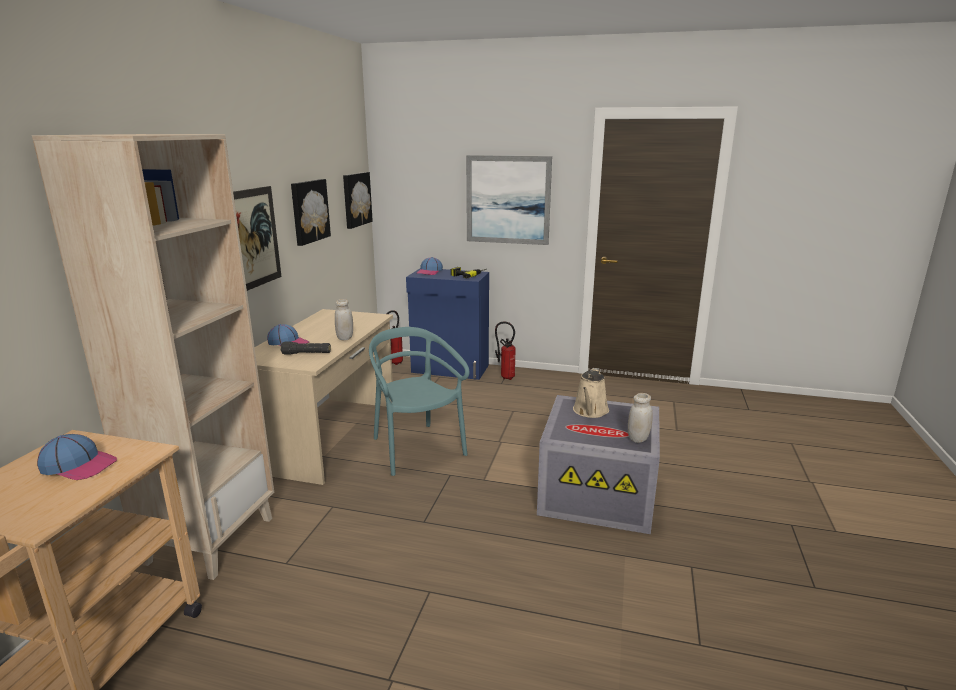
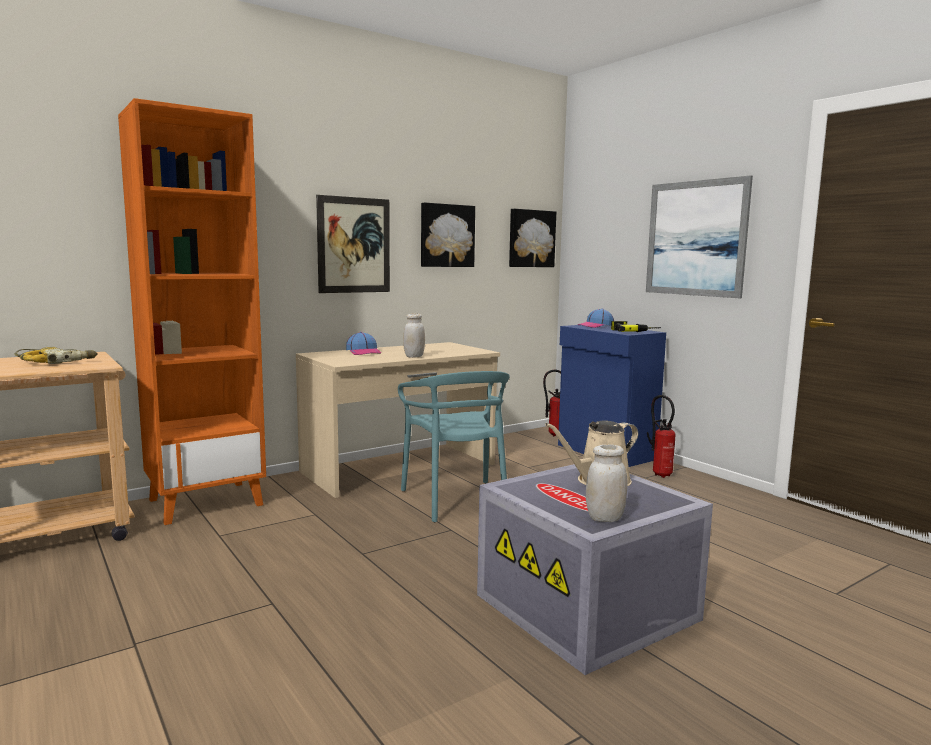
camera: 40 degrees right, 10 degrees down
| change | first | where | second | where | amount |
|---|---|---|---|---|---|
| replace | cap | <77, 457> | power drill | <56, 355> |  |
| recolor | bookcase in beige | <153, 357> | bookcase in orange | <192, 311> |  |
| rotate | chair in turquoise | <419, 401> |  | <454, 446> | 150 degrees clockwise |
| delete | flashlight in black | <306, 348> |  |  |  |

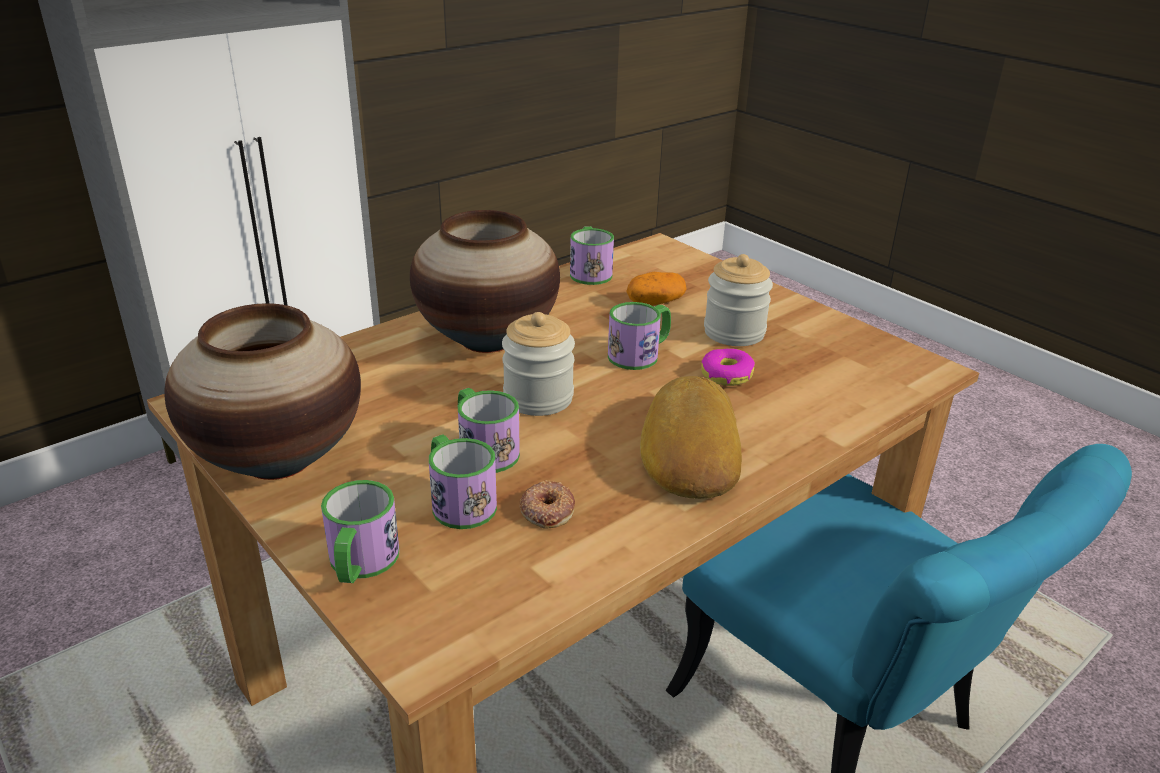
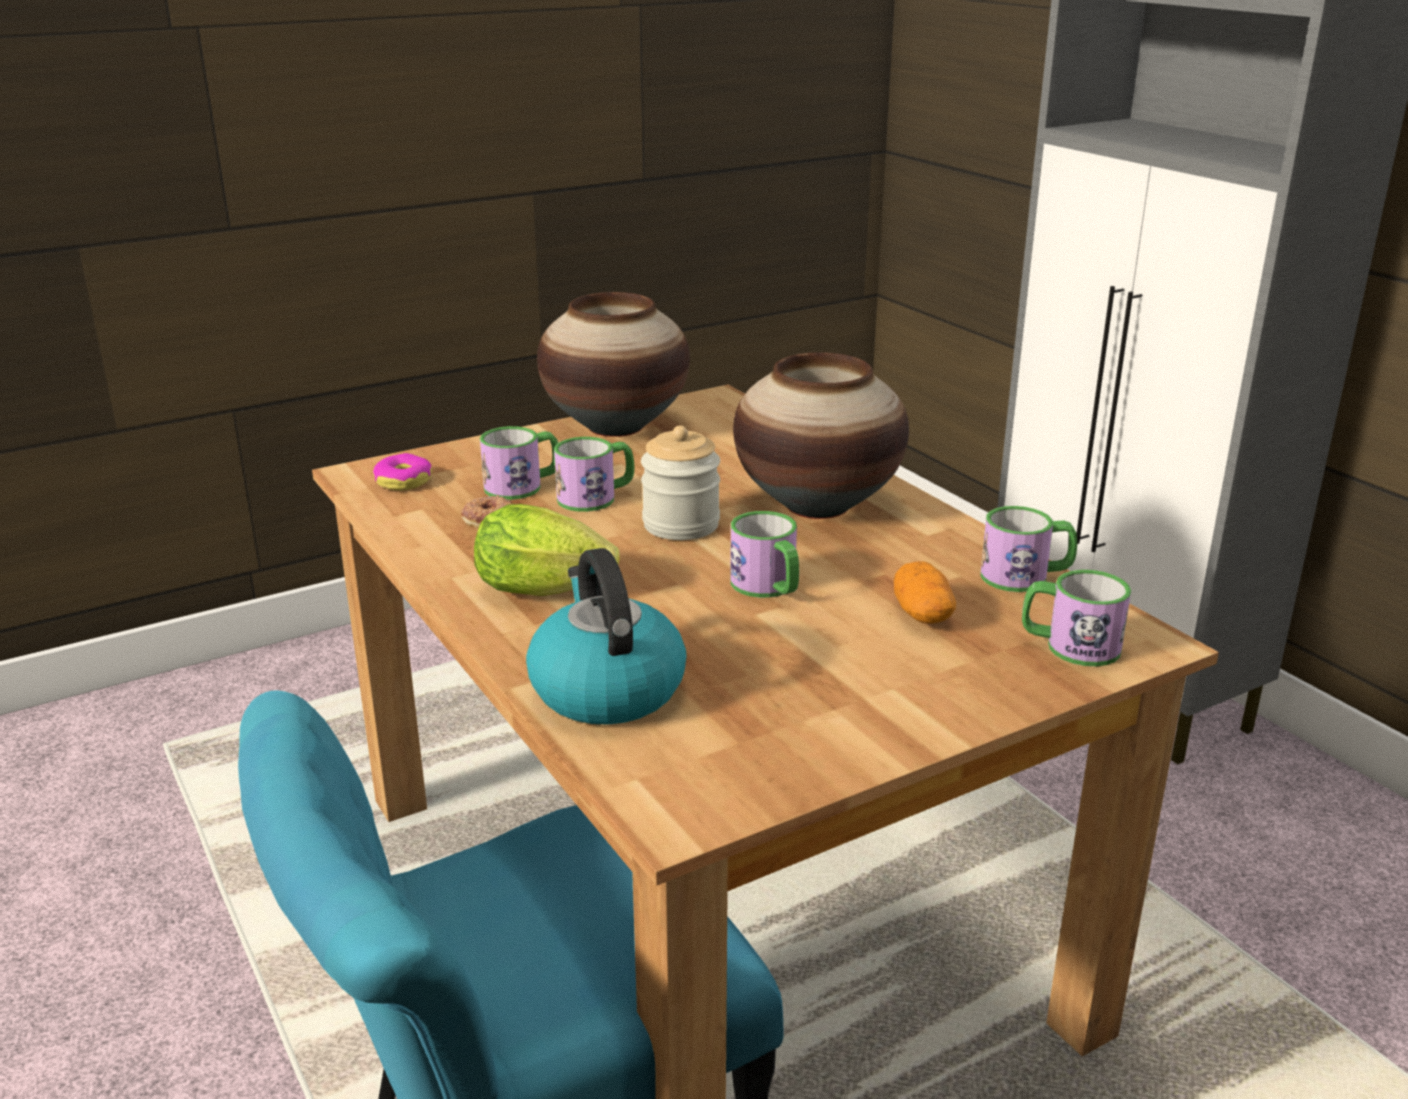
camera: 100 degrees right, 5 degrees down
| change | first | where | second | where | amount |
|---|---|---|---|---|---|
| move | donut | <728, 367> |  | <402, 471> |  |
| replace | bread | <691, 437> | lettuce | <547, 550> |  |
| insert |  |  | kettle | <606, 636> |  |
| move | mug | <360, 531> |  | <1076, 618> |  |
| delete | jar | <738, 300> |  |  |  |

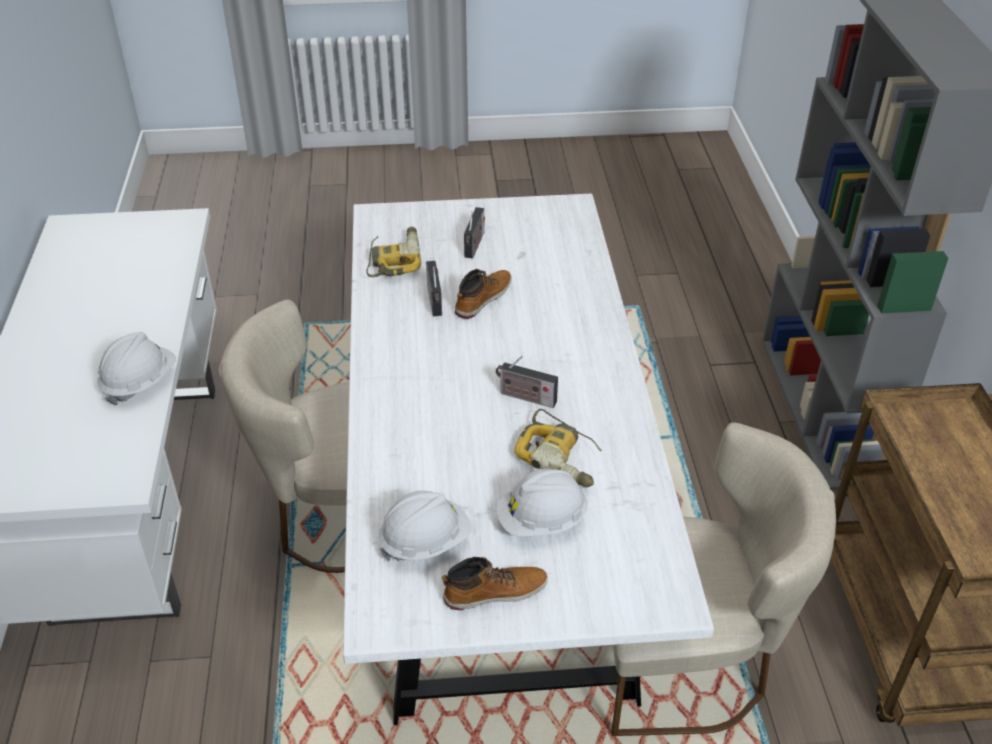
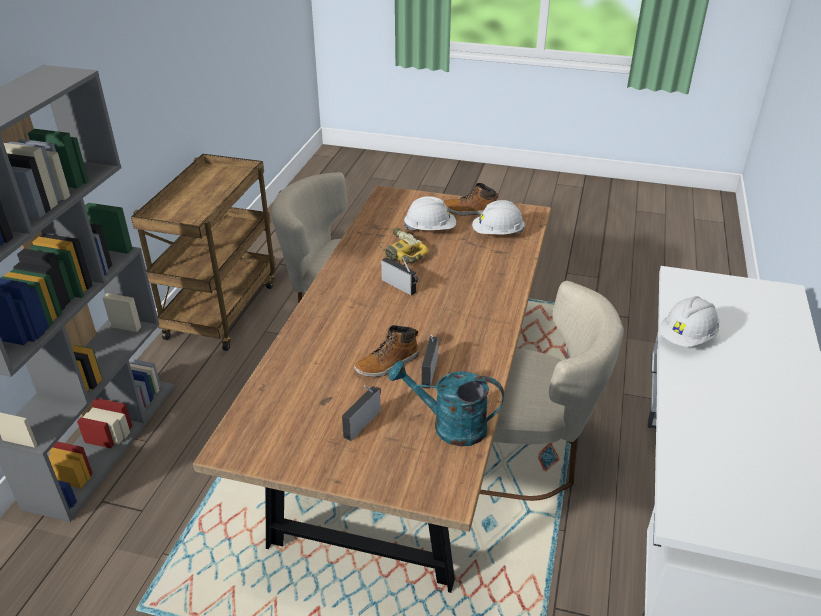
camera: 160 degrees left, 5 degrees down
| change | first | where | second | where | amount |
|---|---|---|---|---|---|
| recolor | dining table in white | <528, 459> | dining table in brown | <372, 389> |  |
| replace | power drill | <393, 252> | watering can in turquoise | <446, 403> |  |

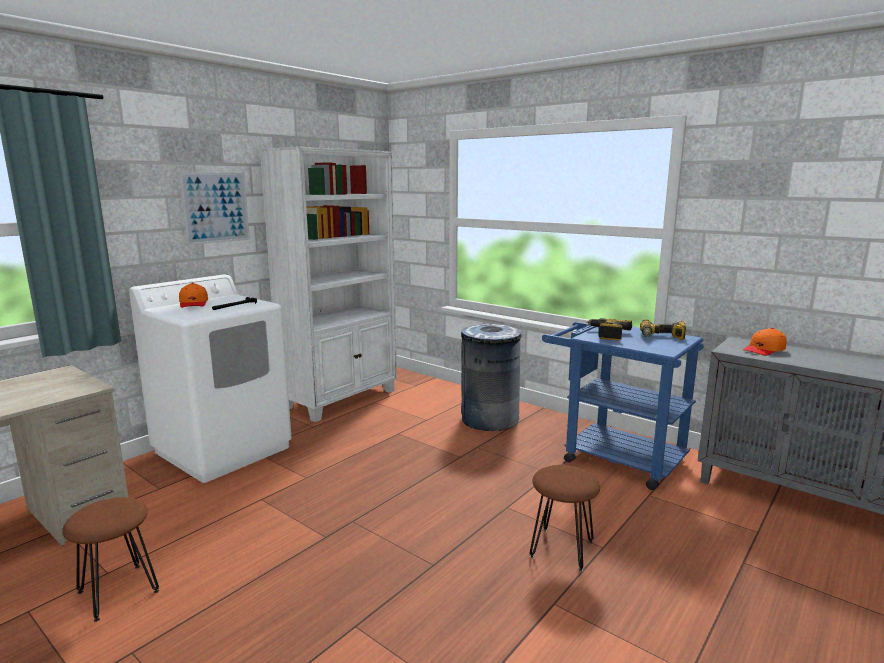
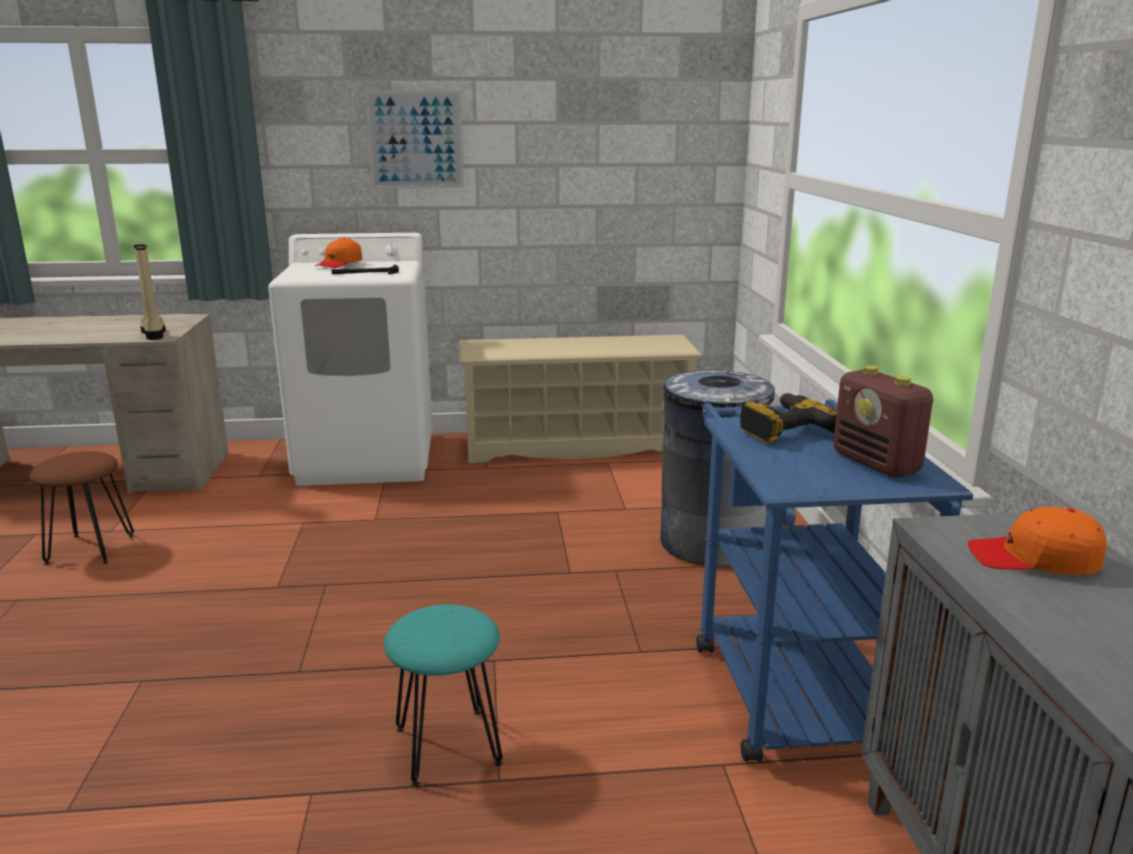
camera: 45 degrees right, 5 degrees up
| change | first | where | second | where | amount |
|---|---|---|---|---|---|
| insert |  |  | boot in beige | <150, 292> |  |
| recolor | stool in brown | <565, 518> | stool in turquoise | <443, 695> |  |
| replace | bookcase in white | <328, 284> | shoe rack in beige | <580, 399> |  |
| replace | power drill | <663, 329> | radio | <883, 421> |  |

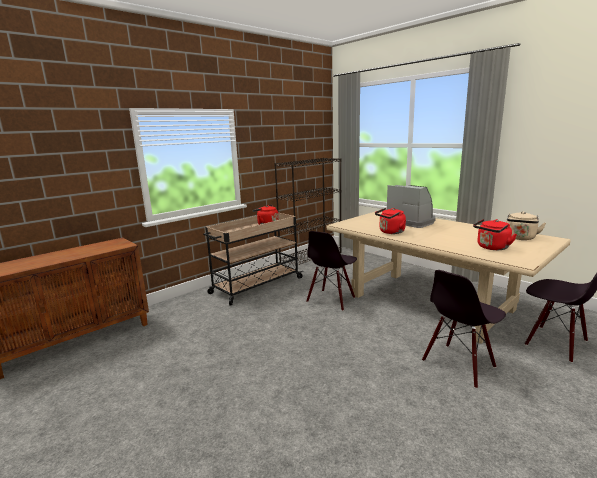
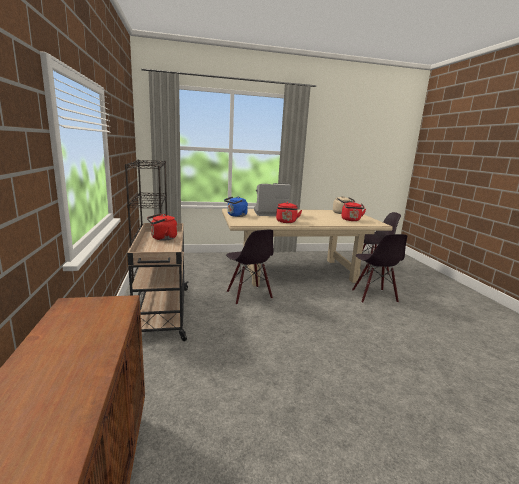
camera: 60 degrees left, 0 degrees up
| change | first | where | second | where | amount |
|---|---|---|---|---|---|
| insert |  |  | kettle in blue | <236, 206> |  |

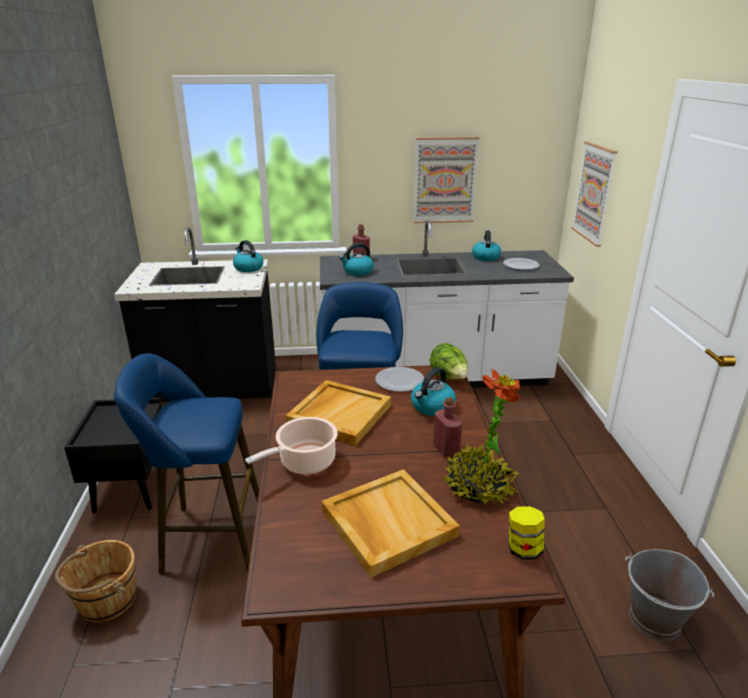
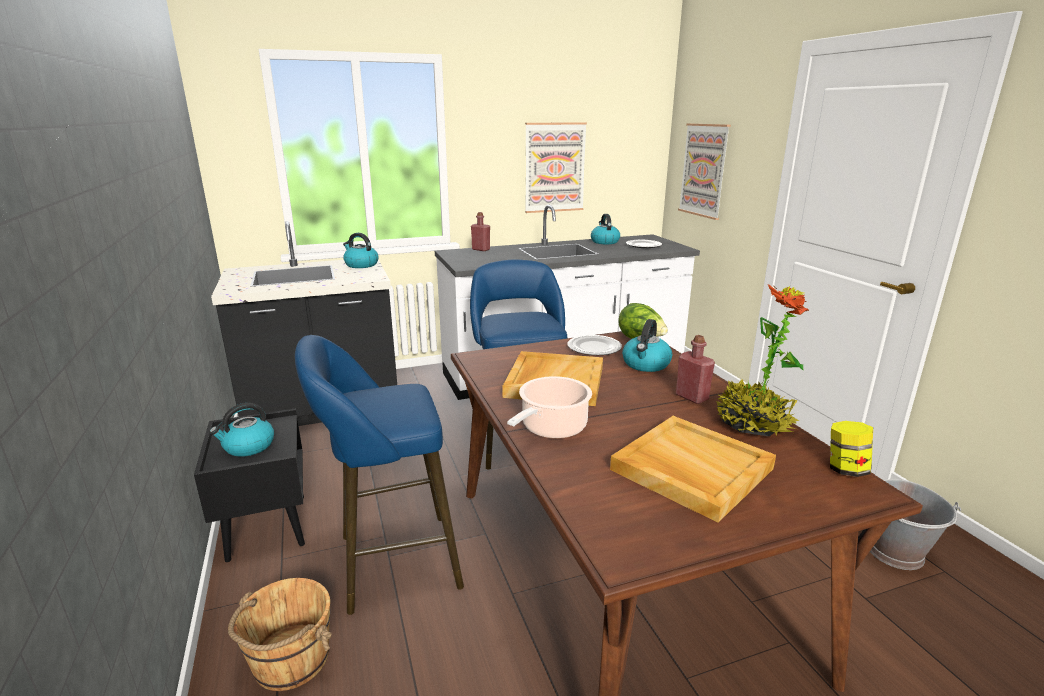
camera: 15 degrees left, 5 degrees down
| change | first | where | second | where | amount |
|---|---|---|---|---|---|
| move | kettle | <356, 259> |  | <242, 430> |  |

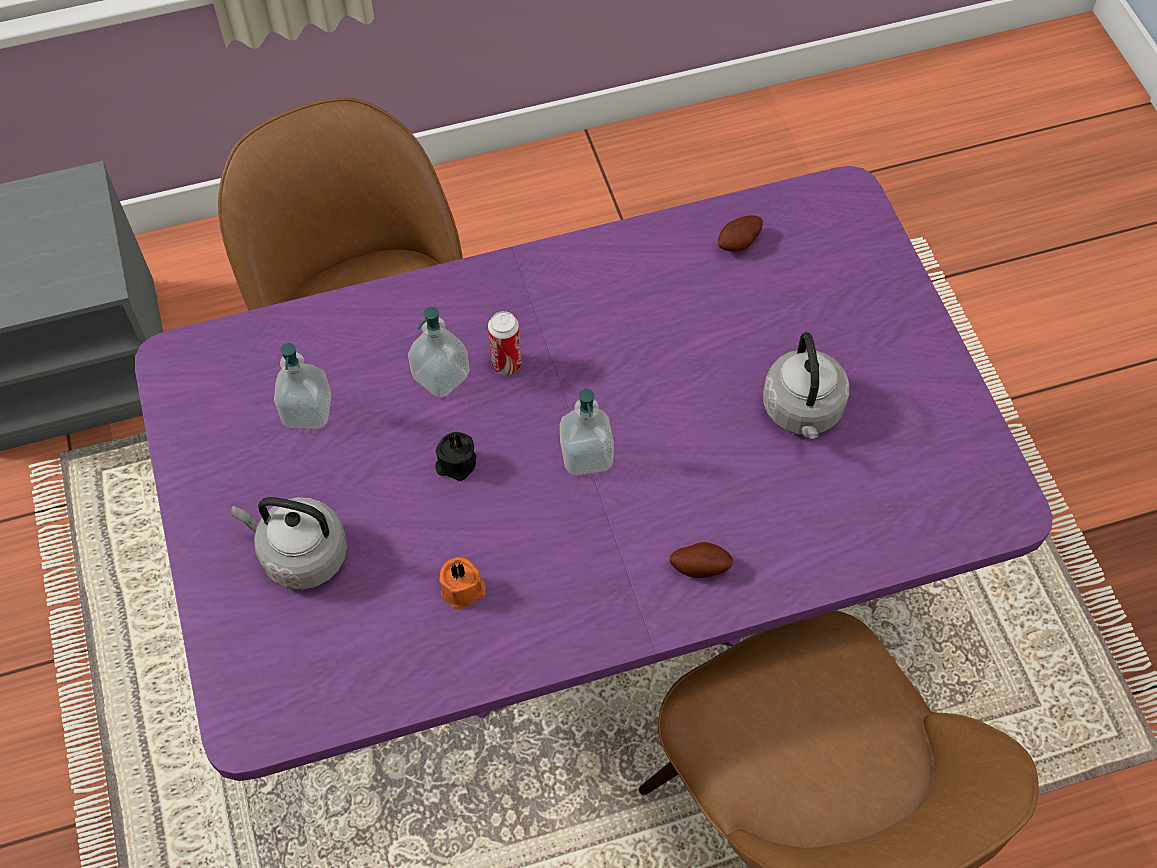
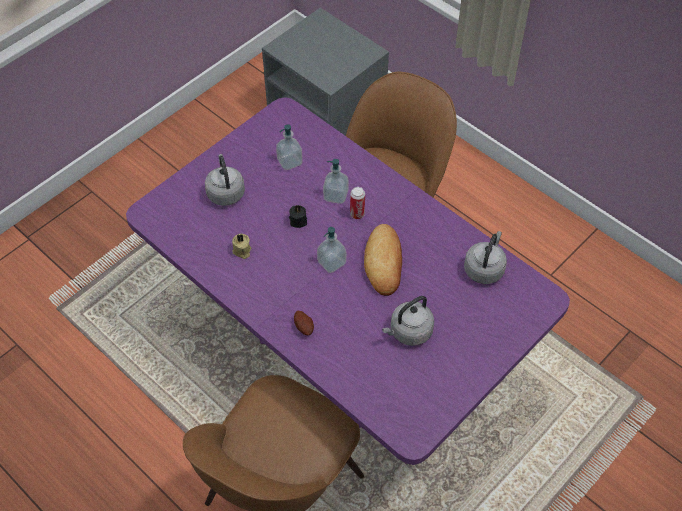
camera: 60 degrees right, 5 degrees down
| change | first | where | second | where | amount |
|---|---|---|---|---|---|
| recolor | candle in orange | <463, 583> | candle in beige | <241, 246> |  |
| insert |  |  | bread | <383, 260> |  |
| replace | potato | <740, 233> | kettle in grey | <485, 257> |  |

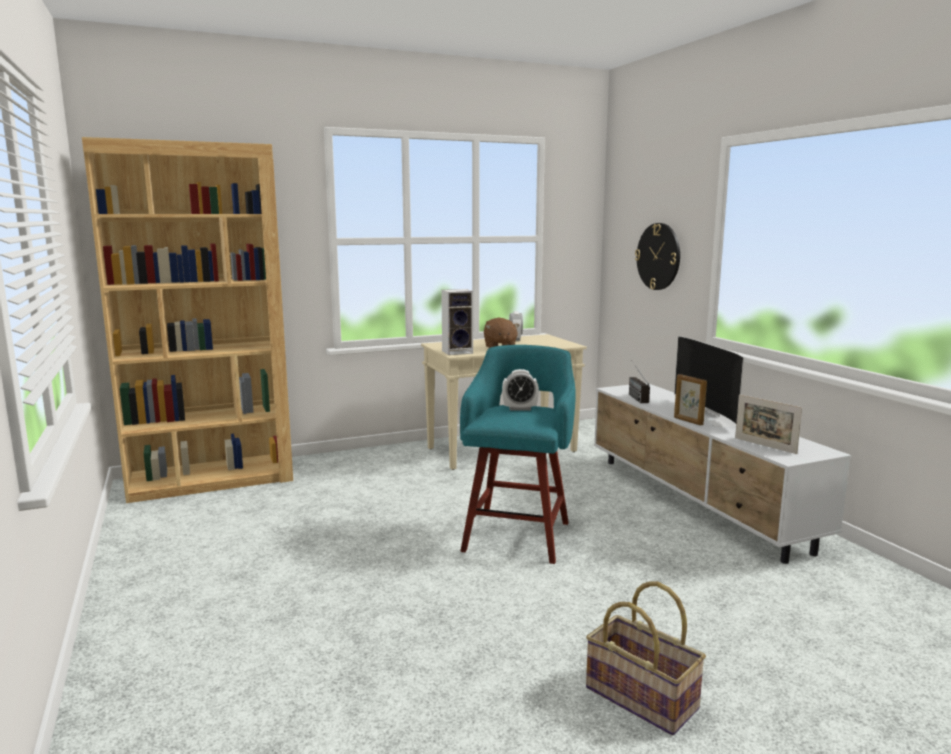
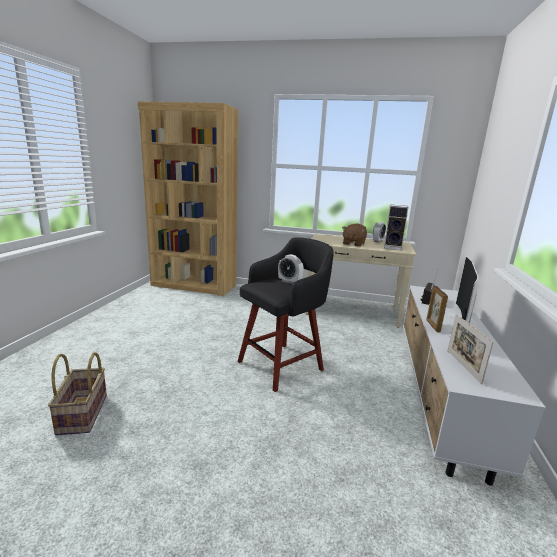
camera: 35 degrees right, 5 degrees up
| change | first | where | second | where | amount |
|---|---|---|---|---|---|
| move | basket | <646, 658> |  | <77, 393> |  |
| recolor | stool in turquoise | <518, 454> | stool in black | <286, 314> |  |
| move | speaker | <457, 322> |  | <396, 227> |  |
| delete | wall clock | <657, 256> |  |  |  |

